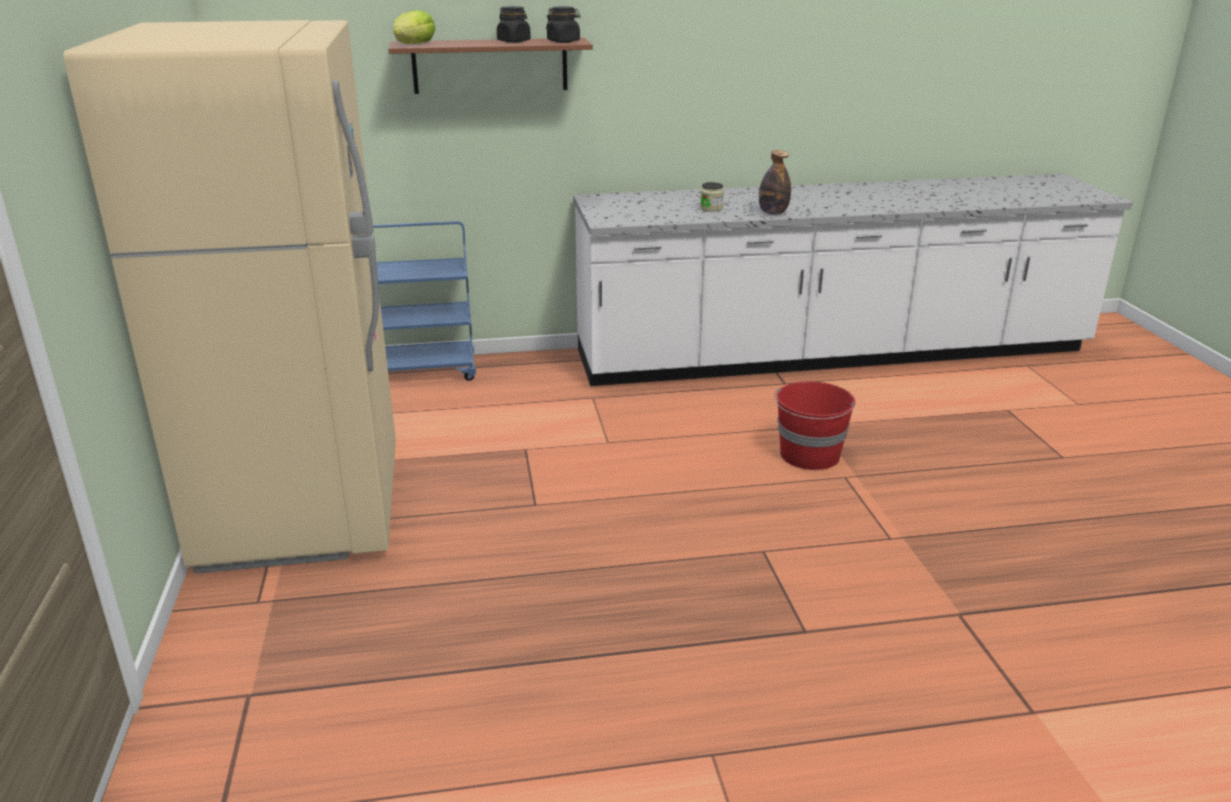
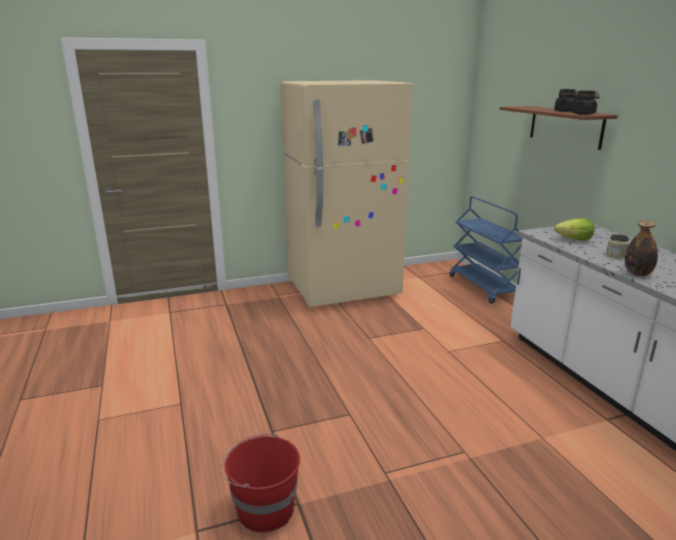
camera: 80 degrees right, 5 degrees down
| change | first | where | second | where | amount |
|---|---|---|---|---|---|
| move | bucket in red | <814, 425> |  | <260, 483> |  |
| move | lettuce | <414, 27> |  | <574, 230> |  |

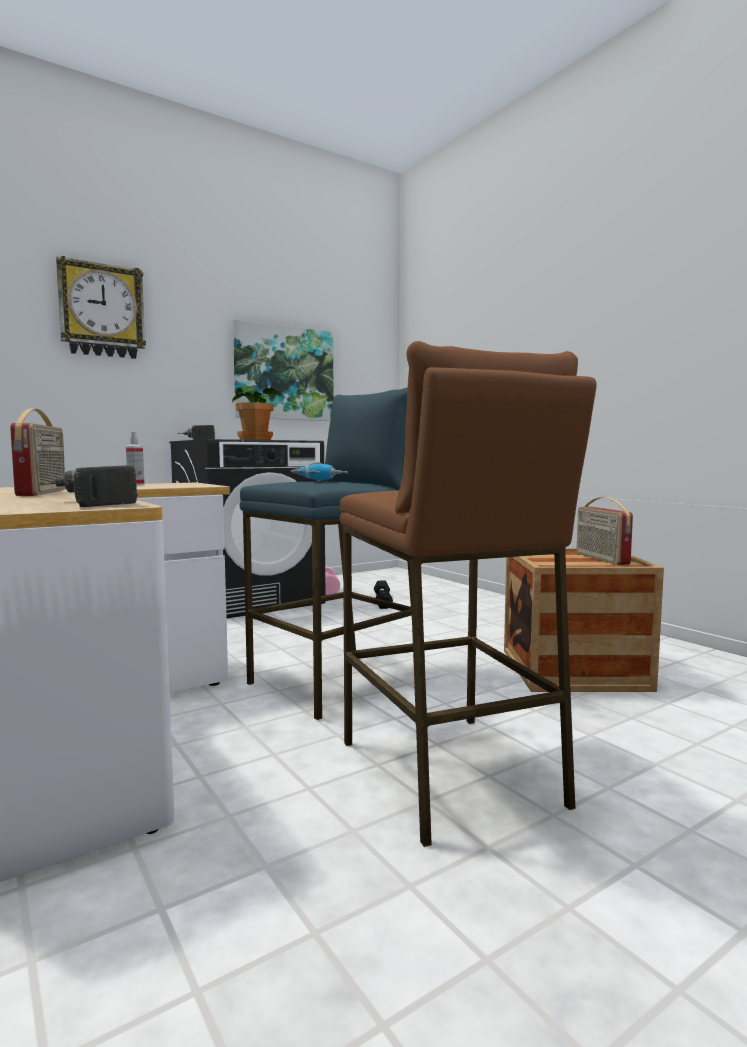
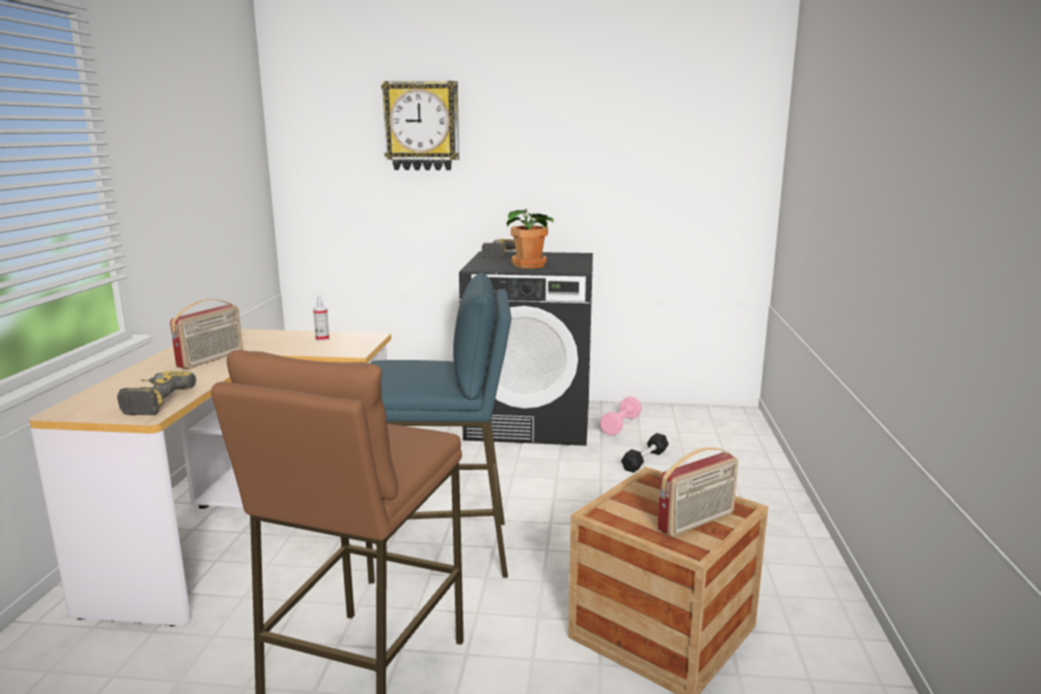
camera: 40 degrees right, 10 degrees up
| change | first | where | second | where | amount |
|---|---|---|---|---|---|
| rotate | radio | <604, 531> |  | <697, 492> | 150 degrees counterclockwise |
| delete | picture | <283, 370> |  |  |  |
| delete | power drill | <319, 472> |  |  |  |

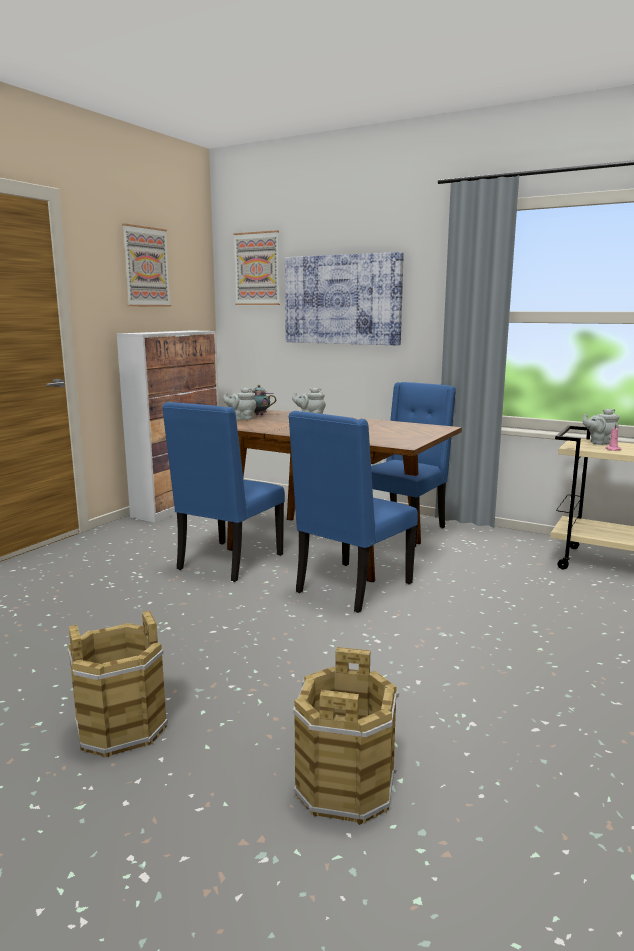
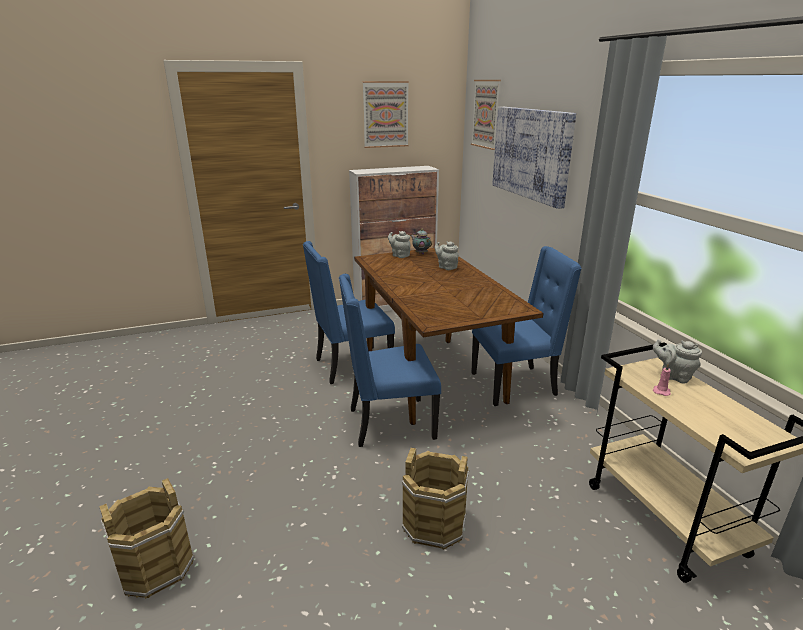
camera: 40 degrees right, 10 degrees up
| change | first | where | second | where | amount |
|---|---|---|---|---|---|
| move | bucket in brown | <118, 684> |  | <435, 499> |  |

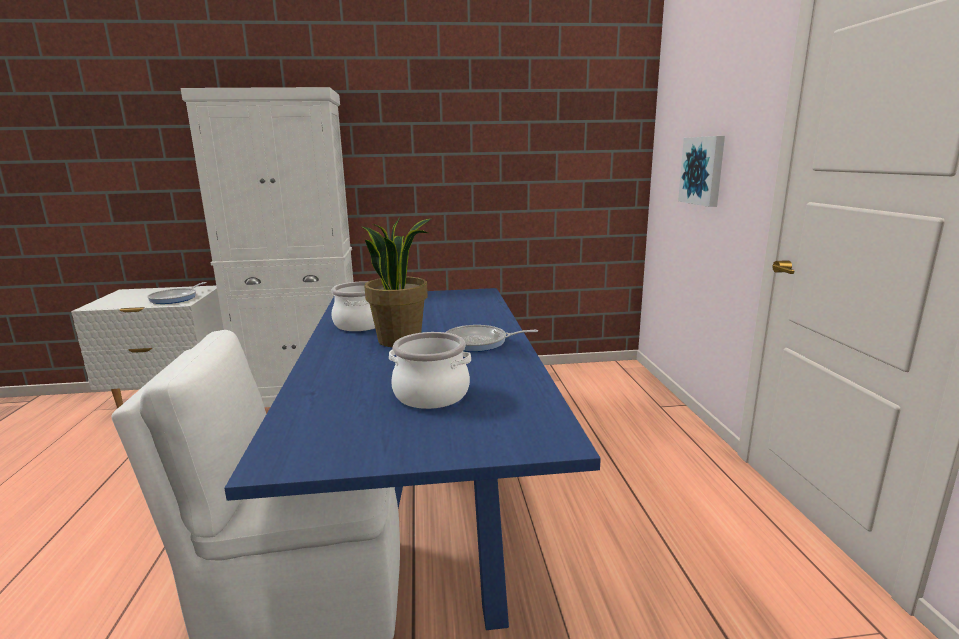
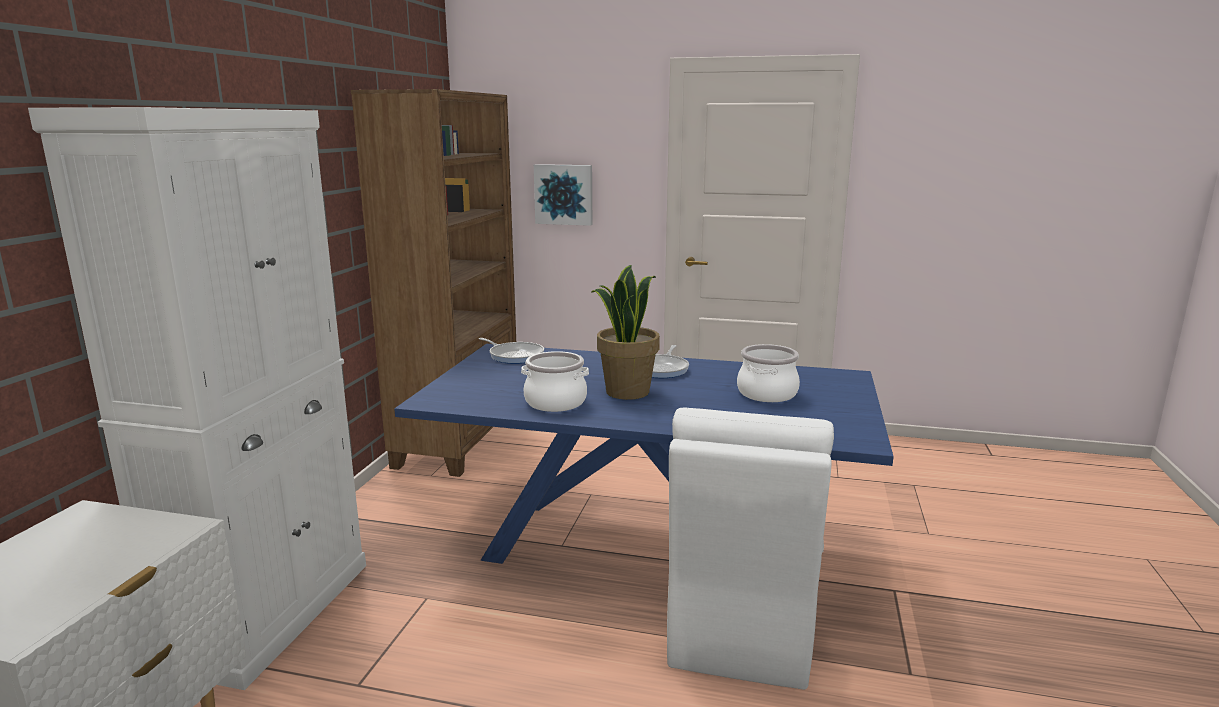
camera: 70 degrees left, 0 degrees up
| change | first | where | second | where | amount |
|---|---|---|---|---|---|
| insert |  |  | bookcase in brown | <433, 283> |  |
| move | frying pan | <177, 293> |  | <511, 351> |  |

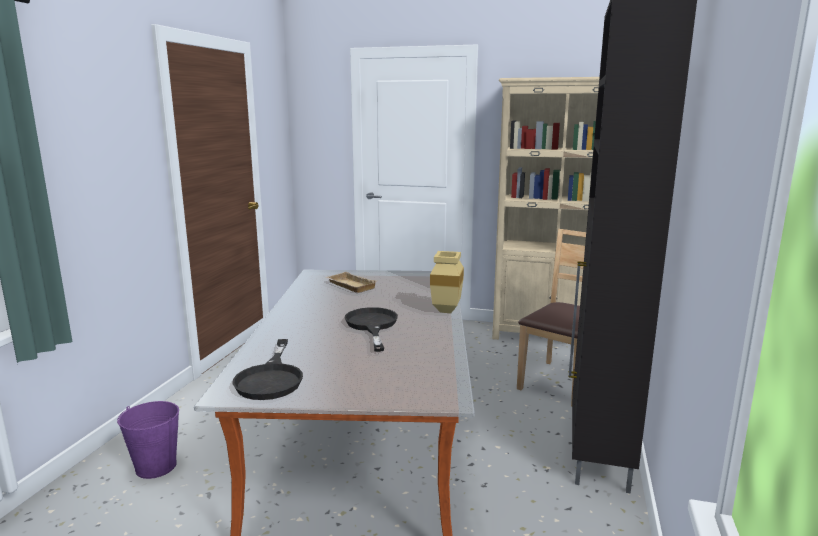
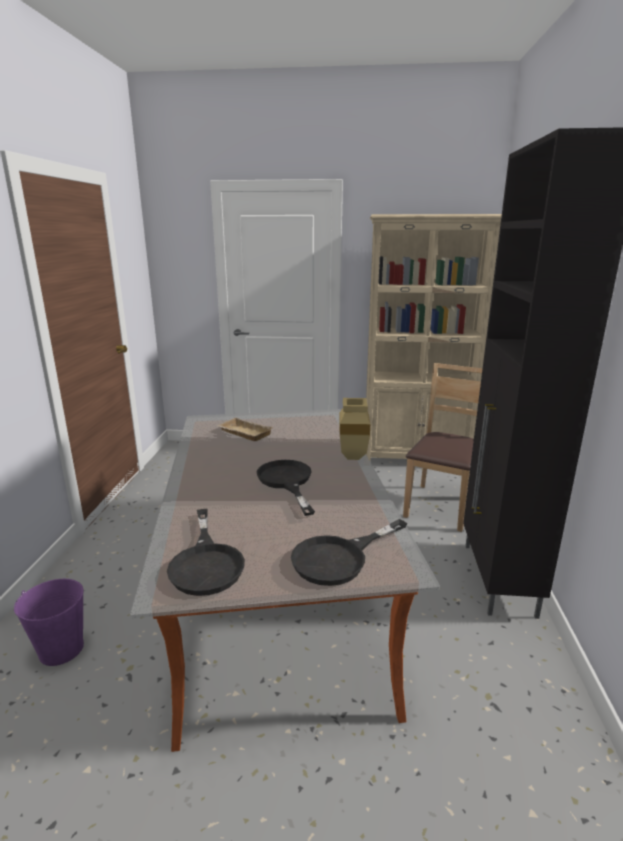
camera: 10 degrees left, 5 degrees up
| change | first | where | second | where | amount |
|---|---|---|---|---|---|
| insert |  |  | frying pan in black | <349, 552> |  |

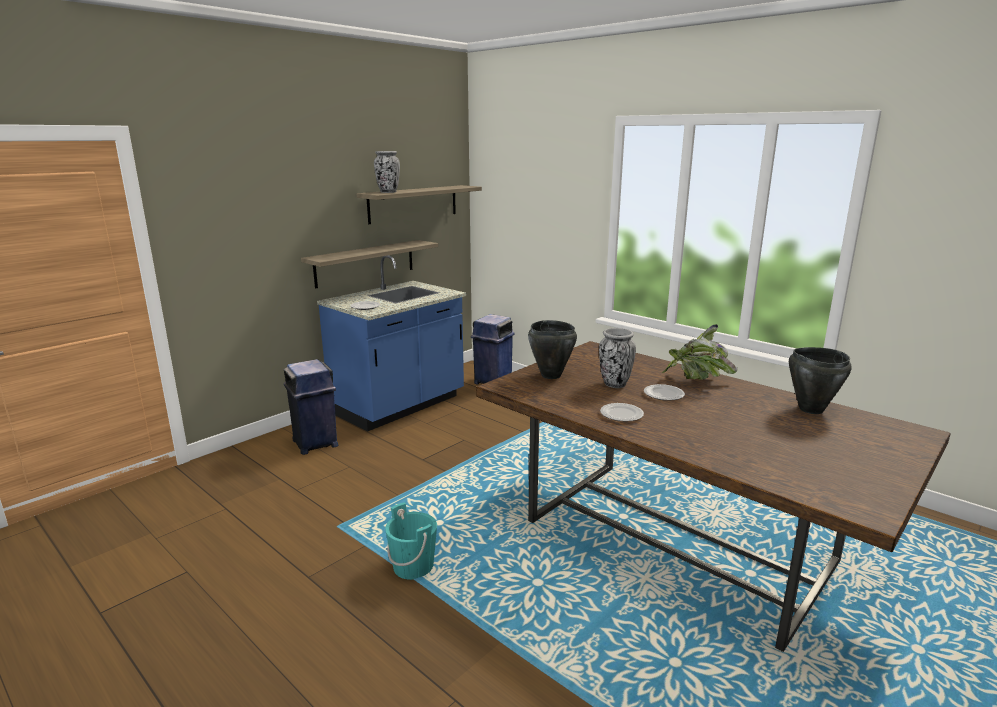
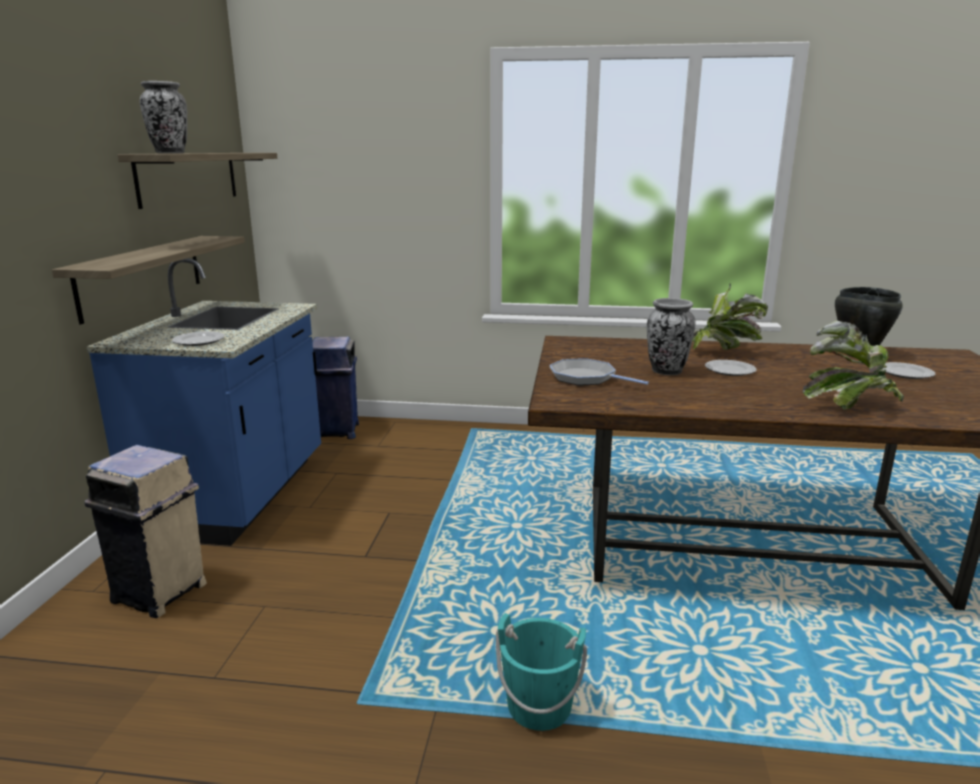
camera: 35 degrees left, 0 degrees up
| change | first | where | second | where | amount |
|---|---|---|---|---|---|
| recolor | trash can in blue | <311, 407> | trash can in beige | <145, 531> |  |
| replace | cooking pot in black | <552, 349> | frying pan | <599, 371> |  |
| insert |  |  | potted plant | <853, 365> |  |
| move | plate | <622, 412> |  | <908, 370> |  |

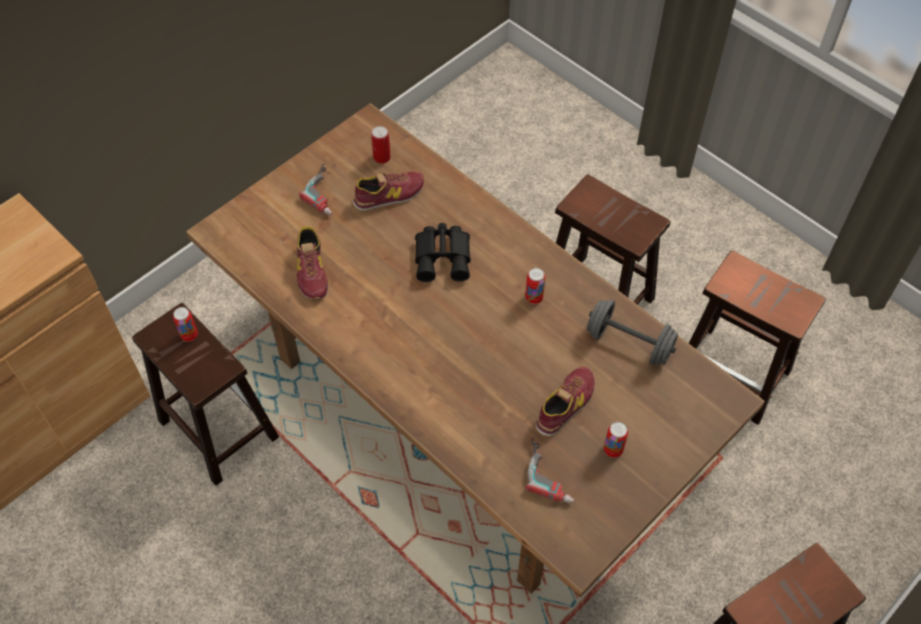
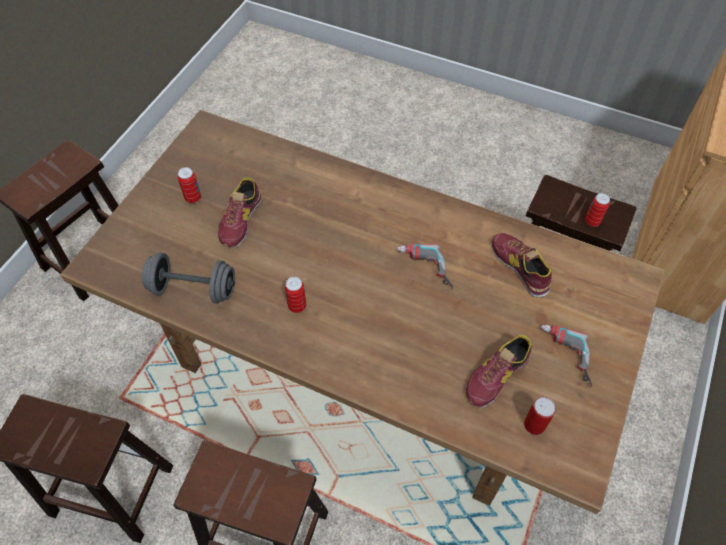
camera: 160 degrees right, 0 degrees up
| change | first | where | second | where | amount |
|---|---|---|---|---|---|
| move | power drill | <550, 470> |  | <424, 266> |  |
| delete | binoculars in black | <443, 252> |  |  |  |

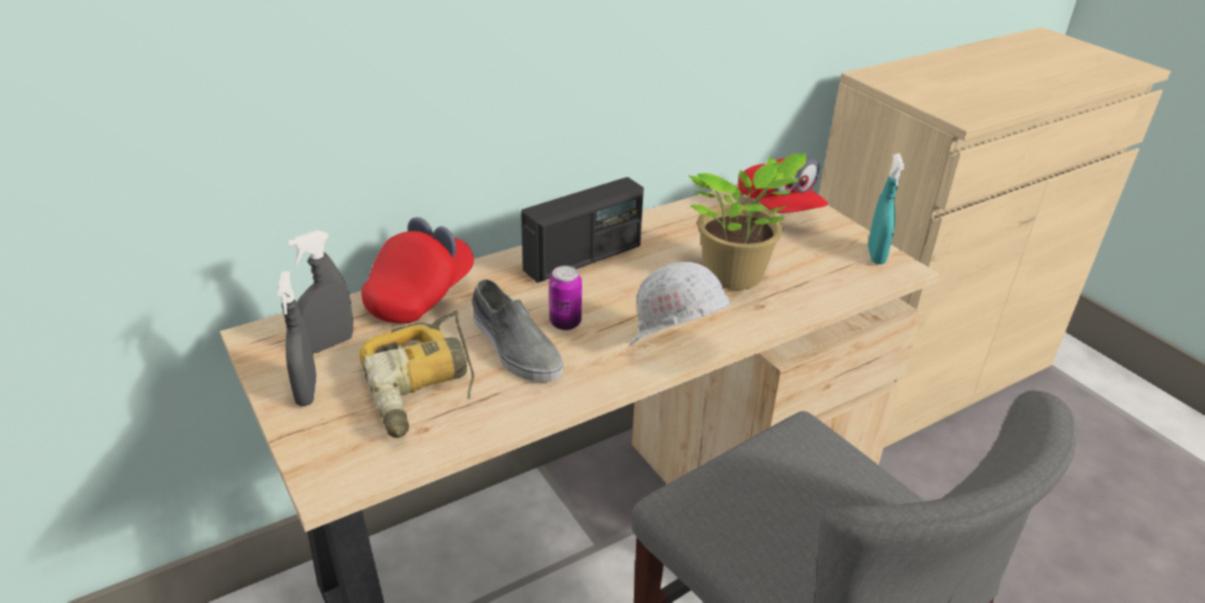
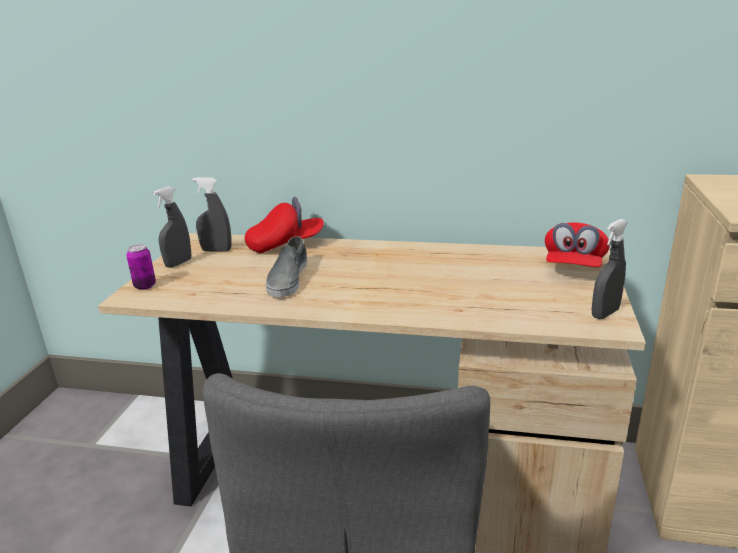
camera: 45 degrees right, 10 degrees down
| change | first | where | second | where | amount |
|---|---|---|---|---|---|
| move | can | <565, 298> |  | <141, 267> |  |
| recolor | spray bottle in turquoise | <886, 208> | spray bottle in grey | <610, 269> |  |
| delete | power drill | <417, 374> |  |  |  |
| delete | radio | <582, 230> |  |  |  |
| delete | hard hat in white | <657, 311> |  |  |  |
| delete | potted plant | <747, 221> |  |  |  |

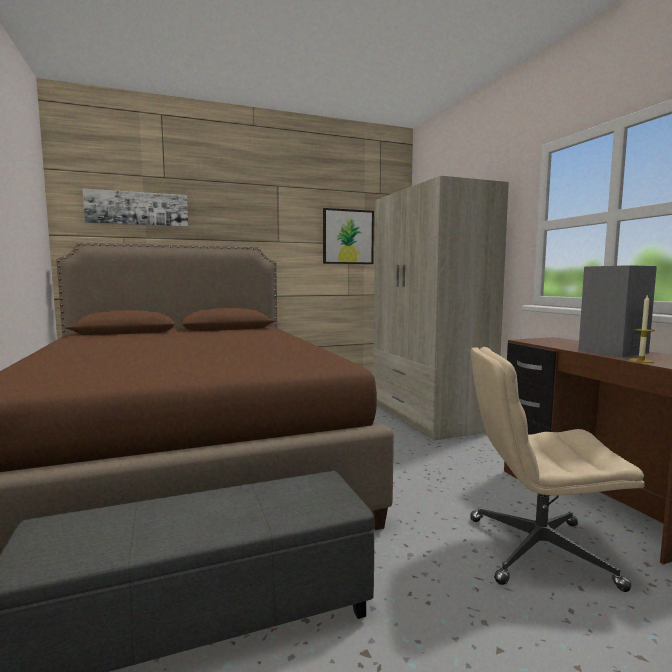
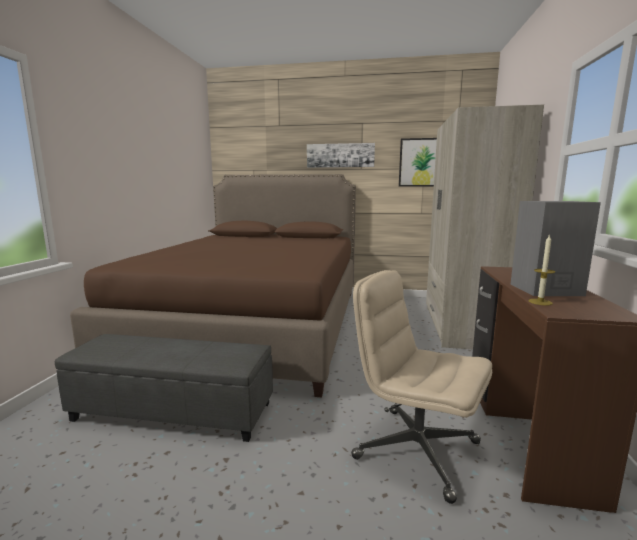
camera: 30 degrees right, 5 degrees up
| change | first | where | second | where | amount |
|---|---|---|---|---|---|
| move | picture | <135, 208> |  | <341, 155> |  |

